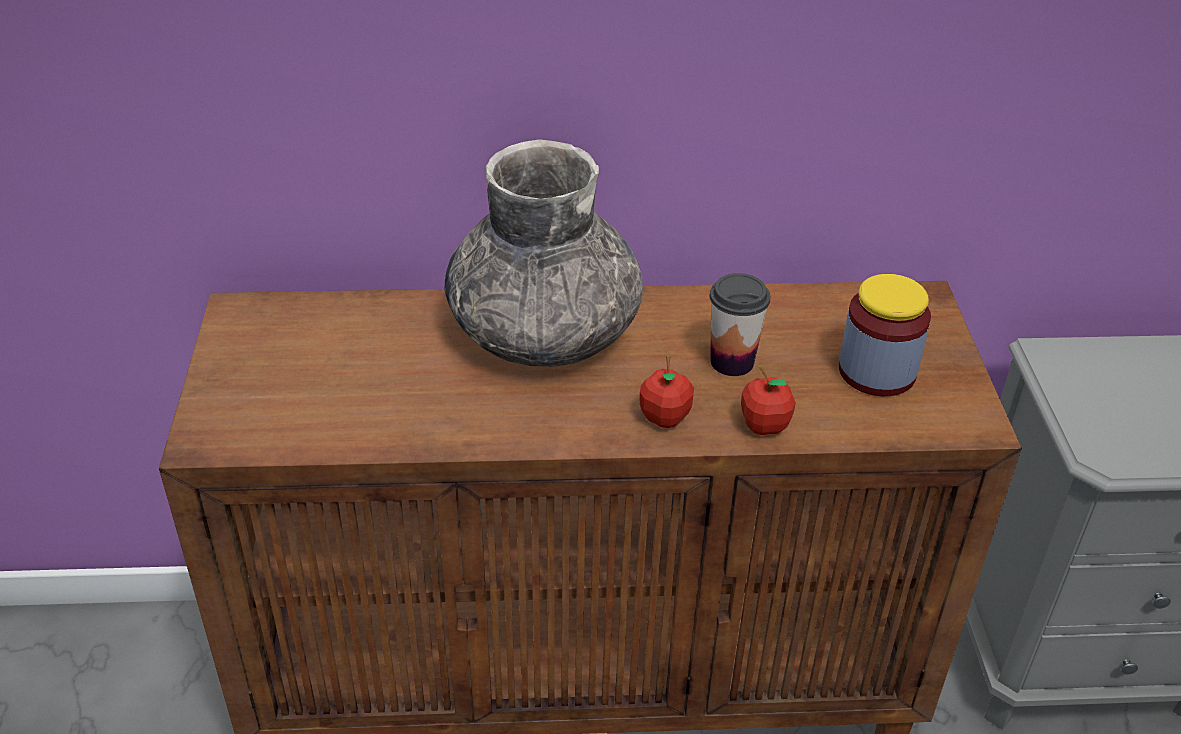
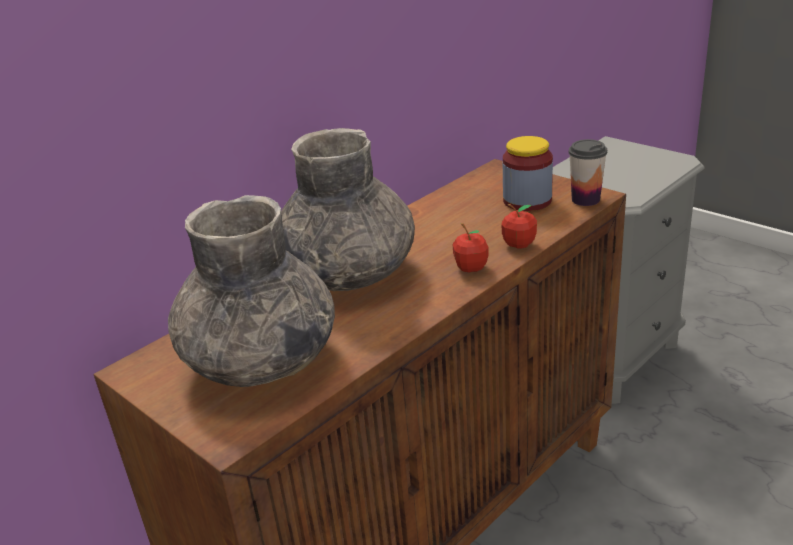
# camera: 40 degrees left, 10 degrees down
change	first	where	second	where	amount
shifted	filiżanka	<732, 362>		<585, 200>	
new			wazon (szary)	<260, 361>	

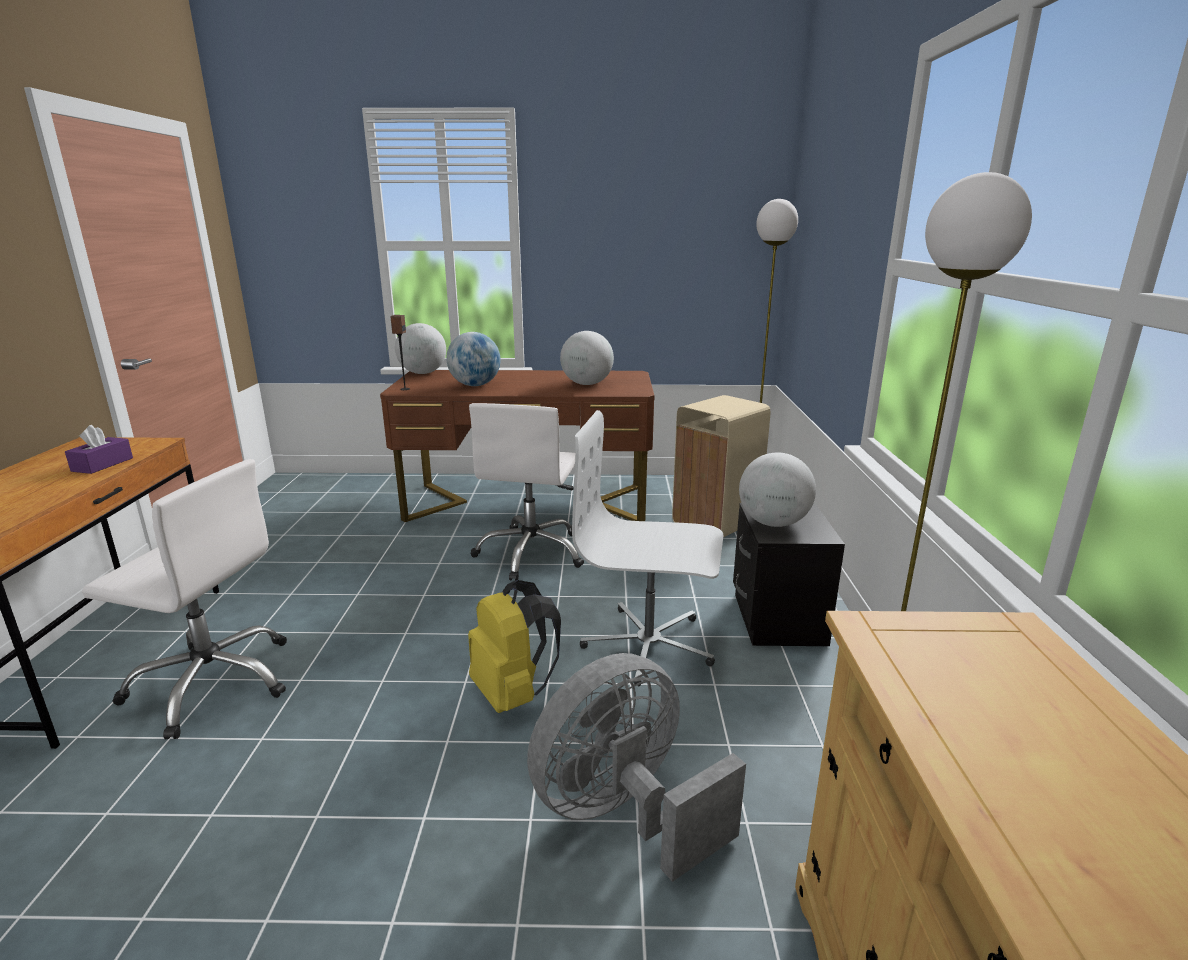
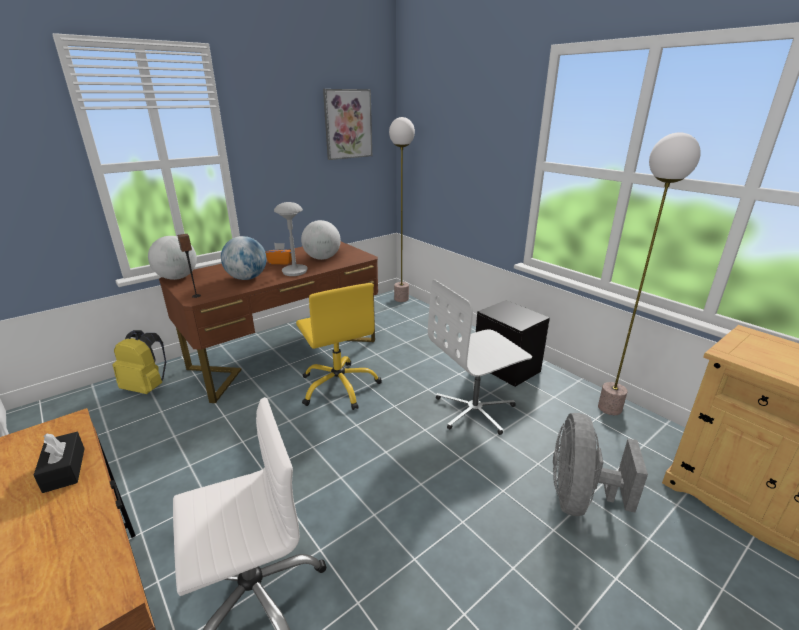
# camera: 40 degrees left, 5 degrees up
change	first	where	second	where	amount
repainted	pudełko chusteczek (fioletowy)	<102, 464>	pudełko chusteczek (czarny)	<64, 469>	
shifted	plecak (żółty)	<513, 694>		<147, 387>	
repainted	krzesło biurowe (biały)	<531, 553>	krzesło biurowe (żółty)	<339, 386>	
gone	kosz na śmieci (beżowy)	<716, 522>			
gone	globus	<773, 523>			
new			pudełko chusteczek (pomarańczowy)	<280, 262>	
new			lampa stołowa (szary)	<294, 271>	
new			obraz	<348, 124>	

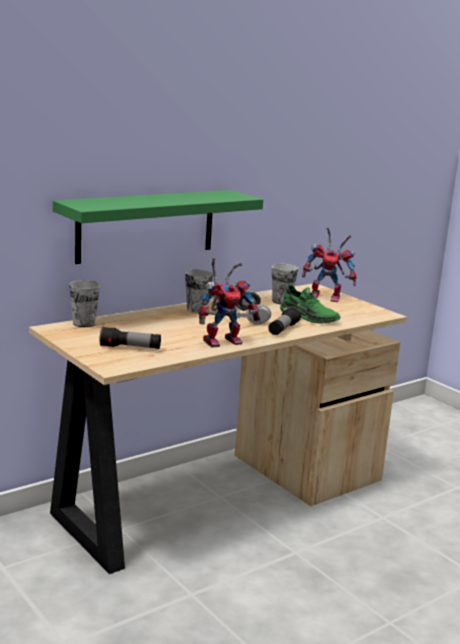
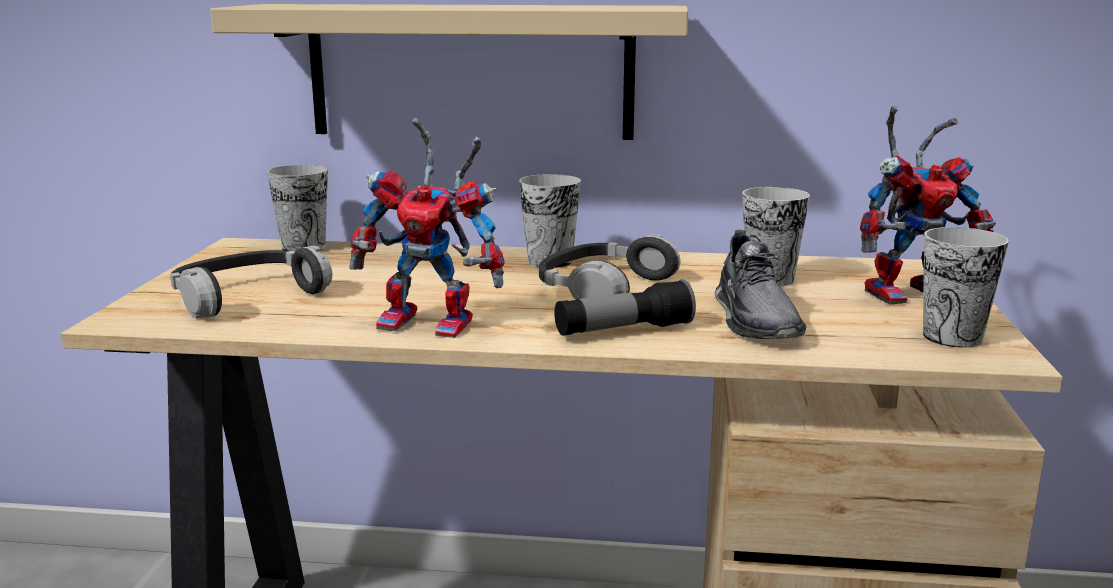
# camera: 45 degrees right, 0 degrees up
change	first	where	second	where	amount
repainted	półka (zielony)	<146, 225>	półka (beżowy)	<470, 71>	
swapped	latarka	<130, 348>	słuchawki	<248, 297>	
repainted	but (zielony)	<308, 317>	but (szary)	<755, 319>	
rotated	robot zabawkowy	<328, 297>		<910, 292>	75 degrees counterclockwise
new			filiżanka	<952, 337>	

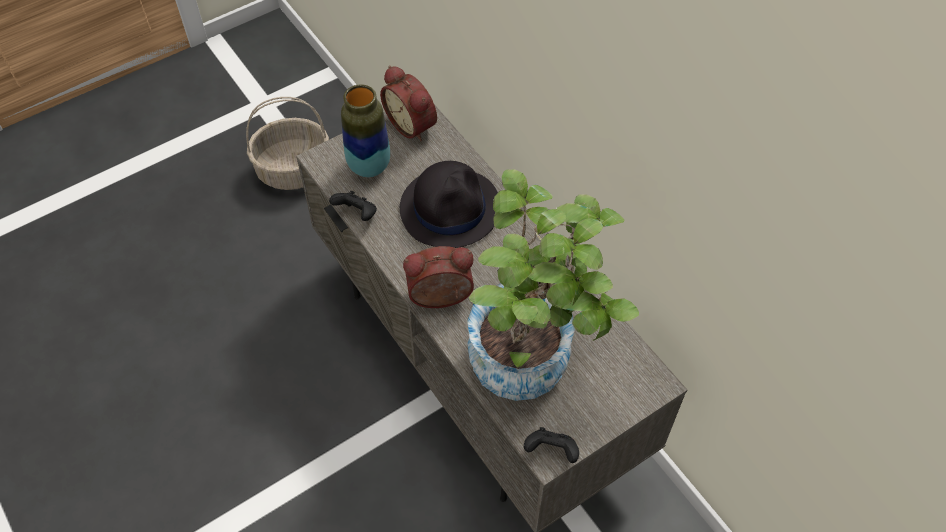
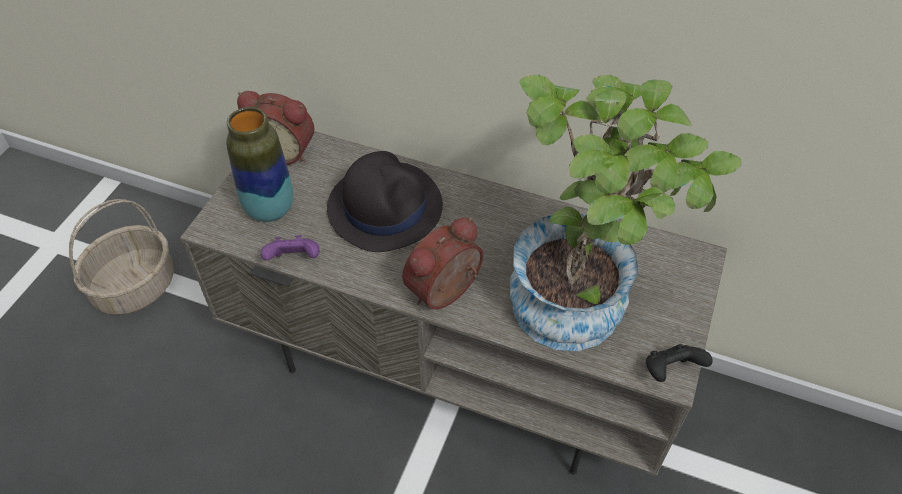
# camera: 35 degrees left, 5 degrees down
change	first	where	second	where	amount
repainted	pad do gier (czarny)	<357, 214>	pad do gier (fioletowy)	<294, 260>	

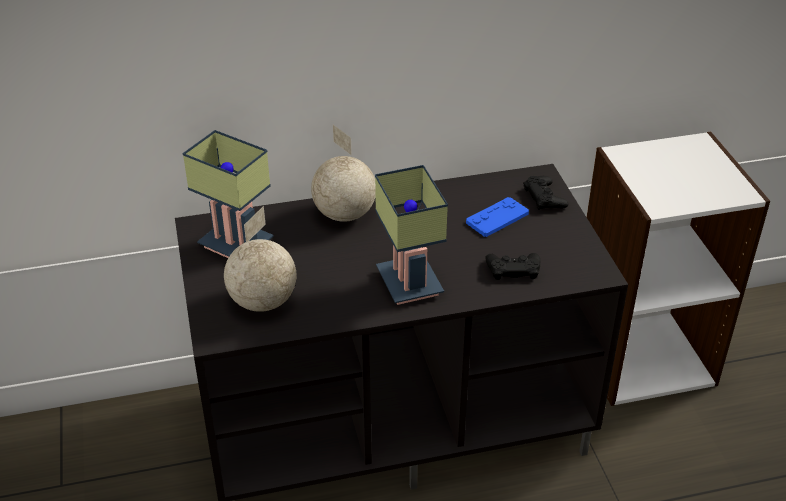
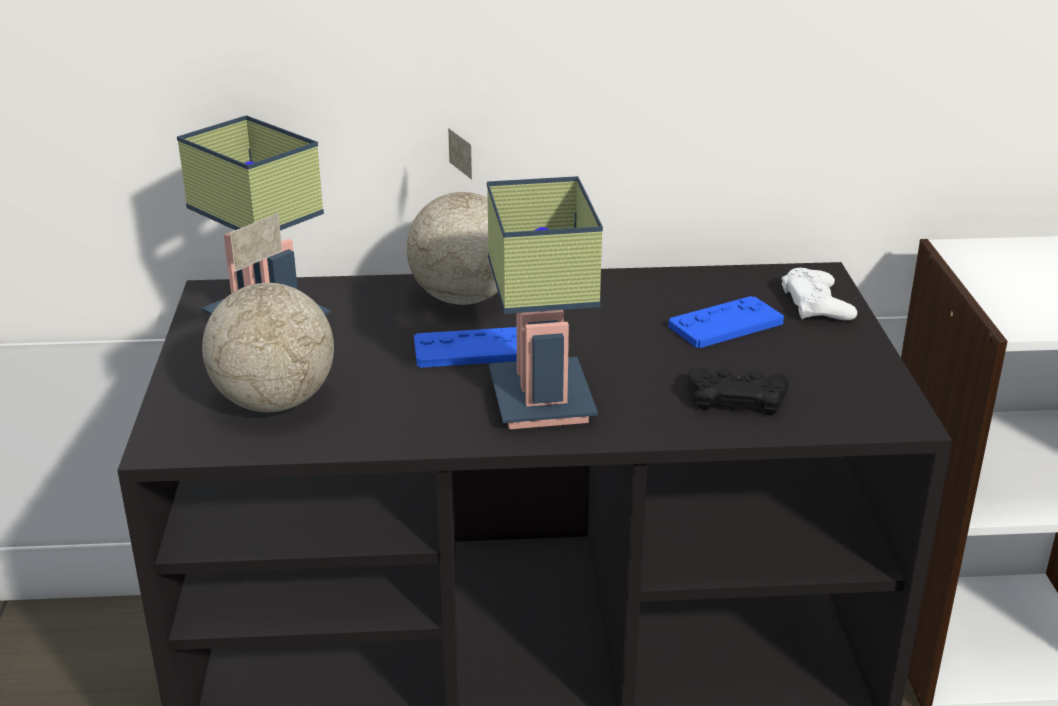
# camera: 10 degrees right, 10 degrees down
change	first	where	second	where	amount
repainted	pad do gier (czarny)	<544, 197>	pad do gier (biały)	<817, 304>	
new			pad do gier (niebieski)	<470, 350>	

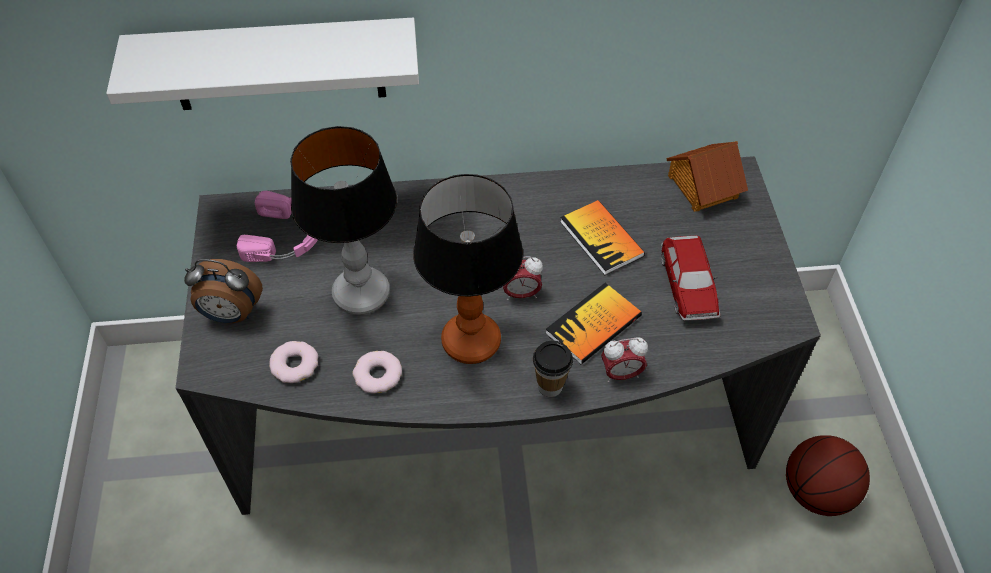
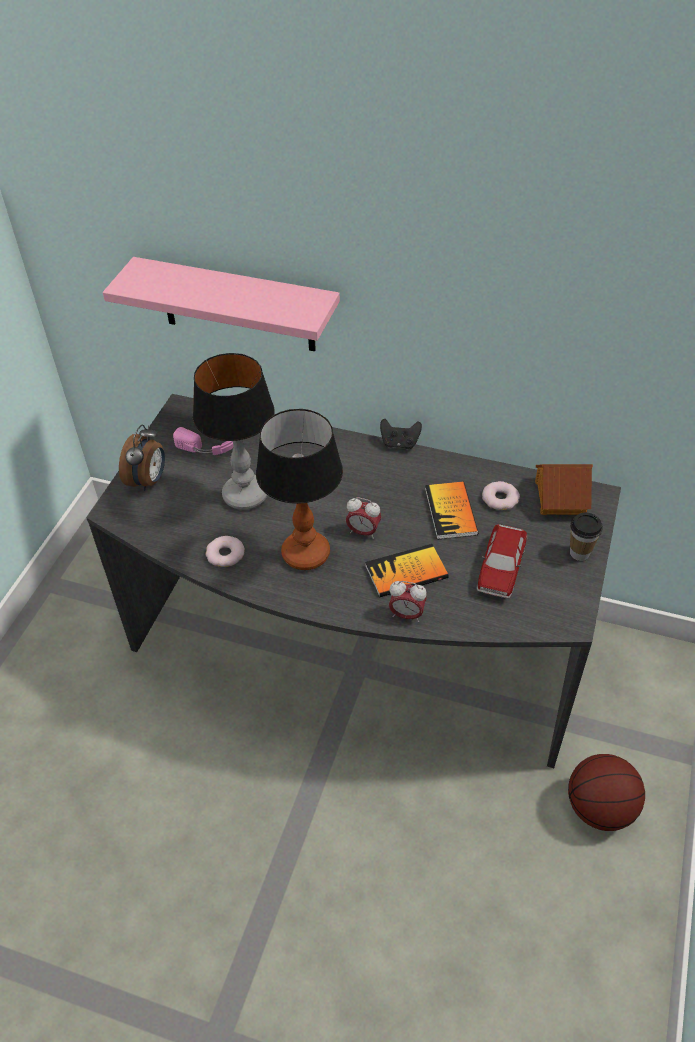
# camera: 25 degrees right, 5 degrees down
change	first	where	second	where	amount
repainted	półka (biały)	<277, 65>	półka (różowy)	<237, 305>	
rotated	budzik	<231, 314>		<148, 480>	105 degrees counterclockwise
shifted	donut	<295, 365>		<500, 499>	
shifted	filiżanka	<550, 386>		<579, 553>	
new			pad do gier (czarny)	<399, 443>	

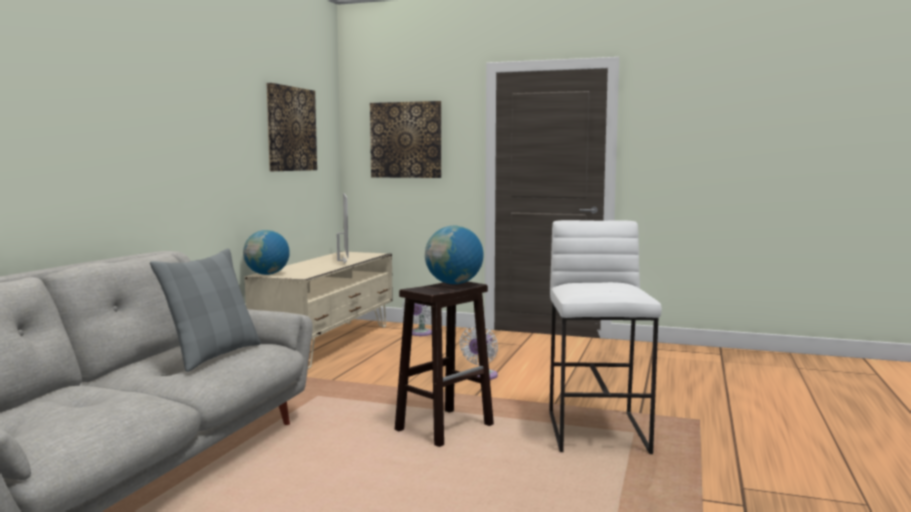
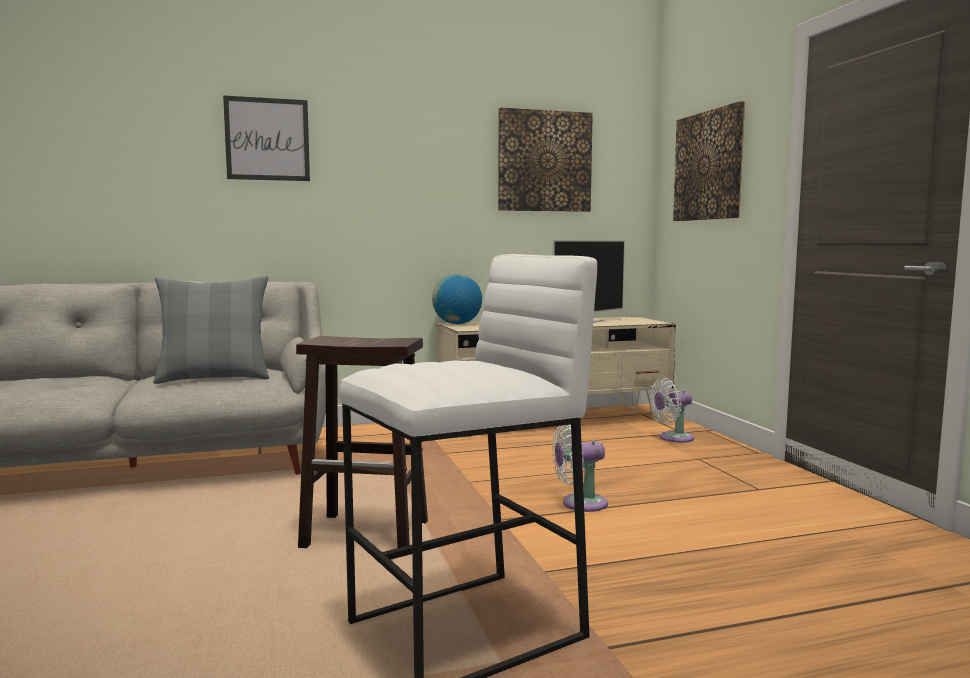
# camera: 55 degrees right, 0 degrees up
change	first	where	second	where	amount
gone	globus	<454, 283>			
new			obraz	<267, 139>	

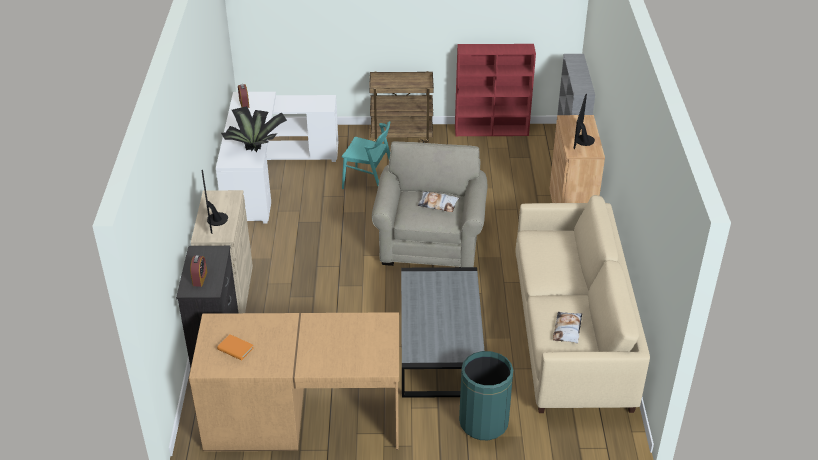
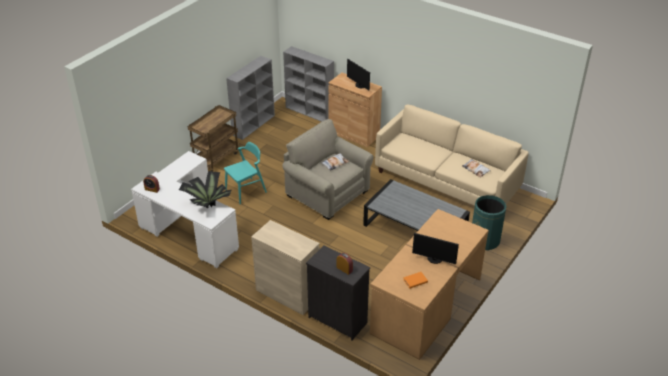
# camera: 55 degrees left, 0 degrees up
change	first	where	second	where	amount
shifted	monitor	<215, 220>		<434, 259>	
repainted	regał (czerwony)	<492, 130>	regał (szary)	<253, 125>	

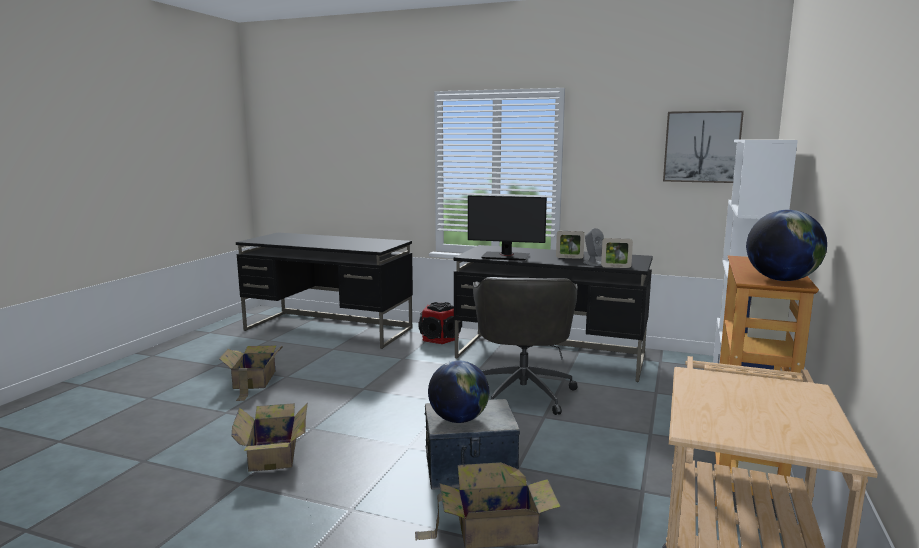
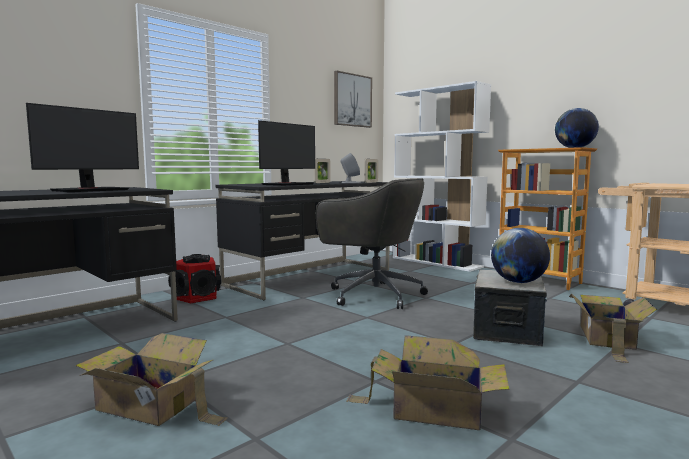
# camera: 65 degrees left, 5 degrees down
change	first	where	second	where	amount
new			monitor	<90, 190>	

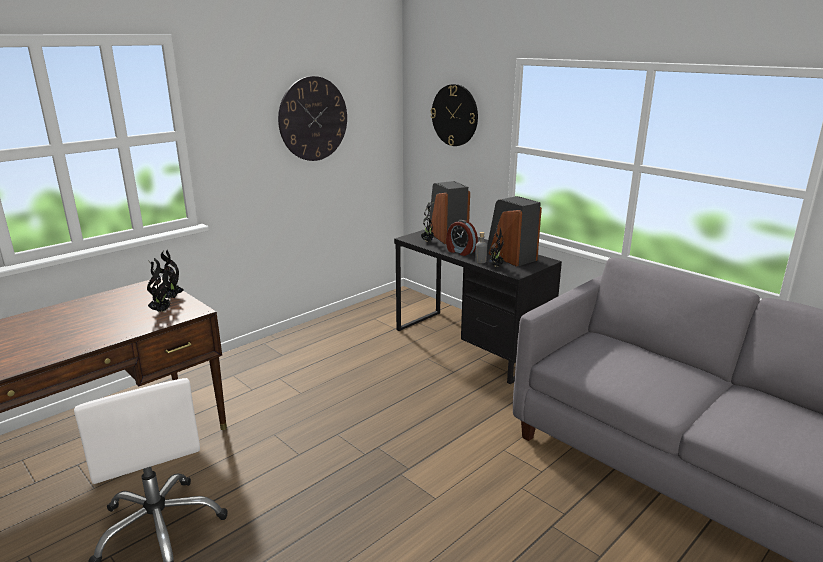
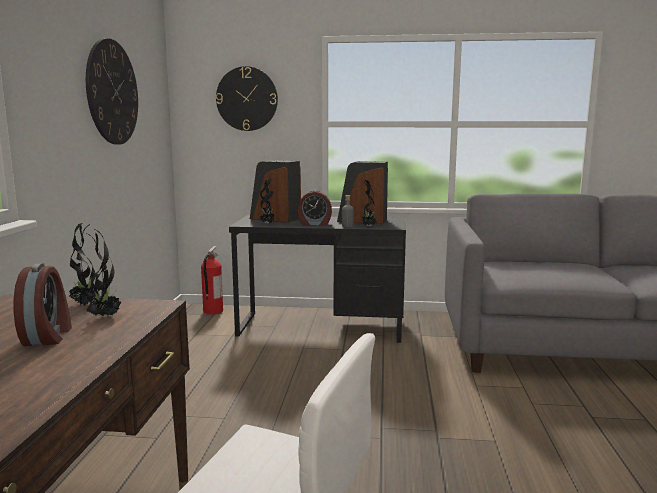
# camera: 40 degrees left, 10 degrees down
change	first	where	second	where	amount
new			budzik	<48, 336>	
new			gaśnica	<212, 311>	

